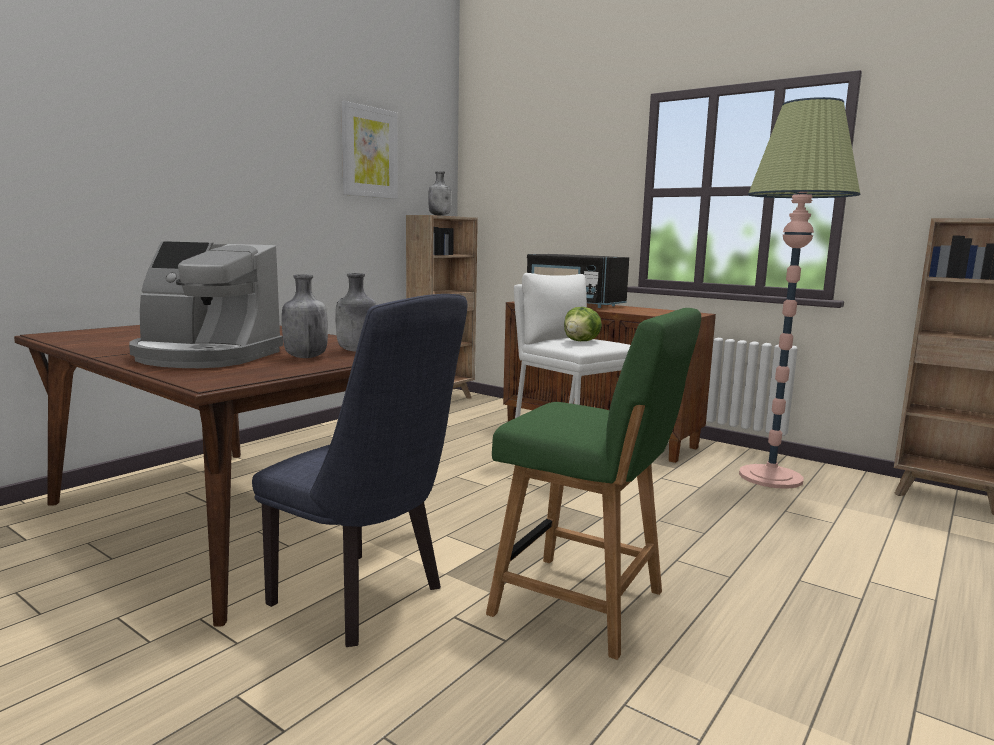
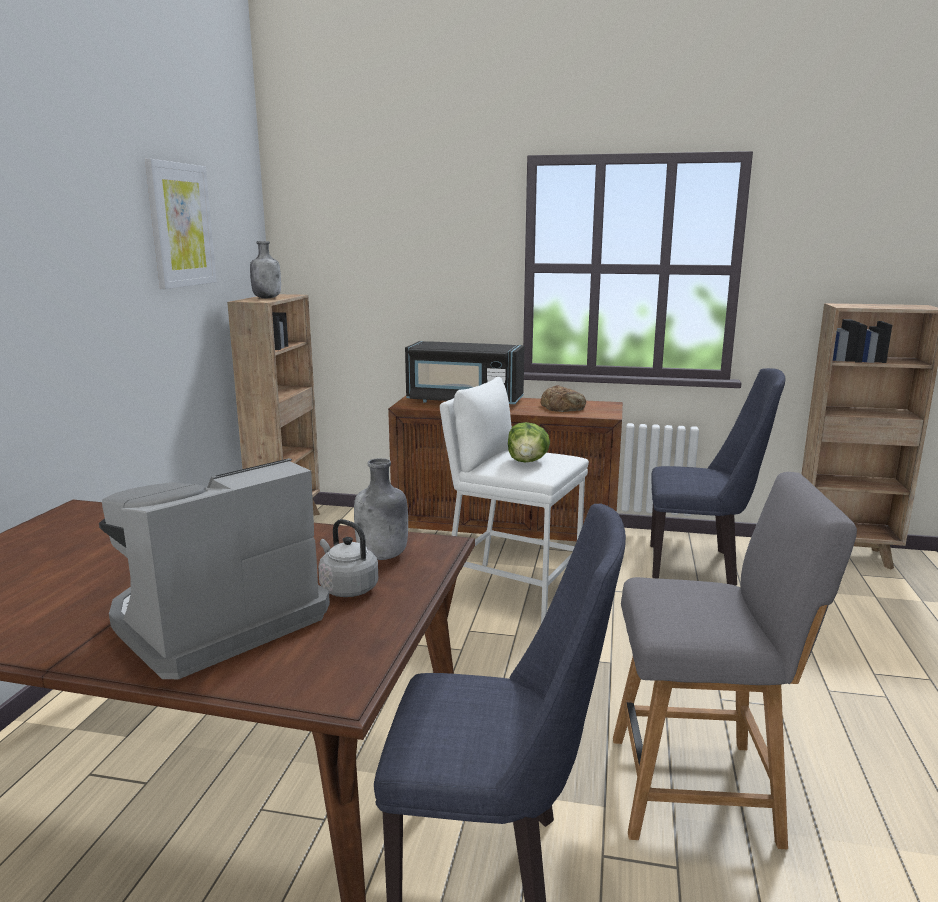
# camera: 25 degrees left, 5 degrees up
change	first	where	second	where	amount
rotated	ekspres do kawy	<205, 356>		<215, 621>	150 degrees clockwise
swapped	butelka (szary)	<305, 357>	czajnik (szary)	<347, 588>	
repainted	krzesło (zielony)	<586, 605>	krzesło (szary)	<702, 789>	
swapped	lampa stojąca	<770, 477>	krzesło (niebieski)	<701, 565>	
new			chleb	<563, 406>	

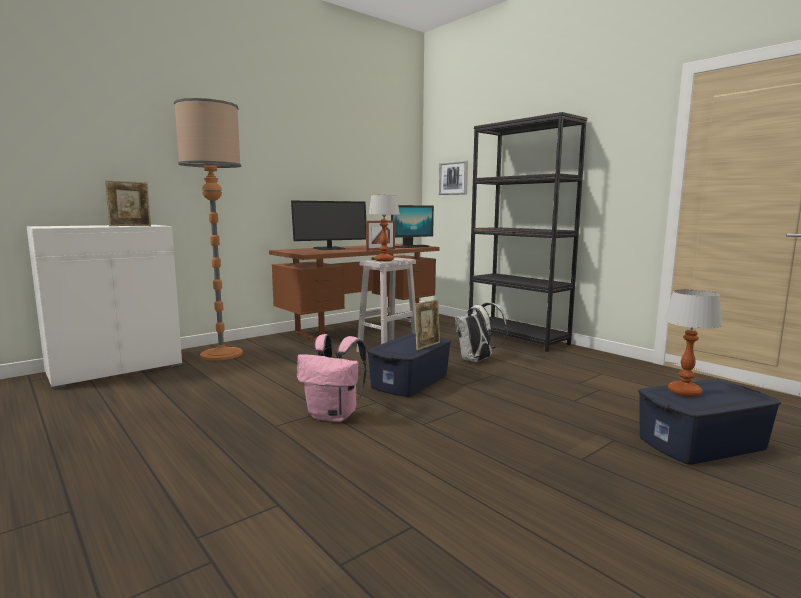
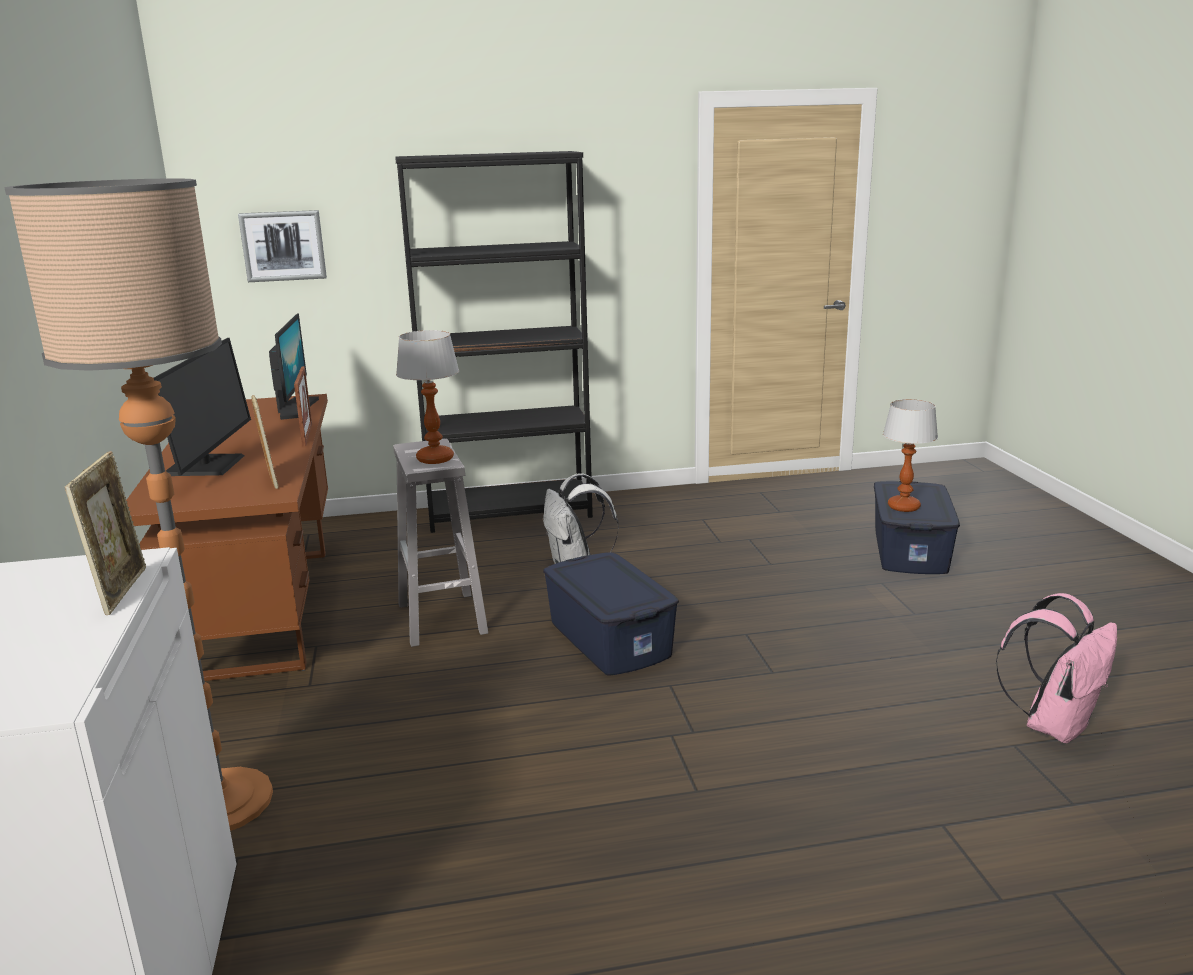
# camera: 60 degrees left, 10 degrees up
change	first	where	second	where	amount
shifted	plecak (różowy)	<334, 416>		<1054, 725>	
shifted	ramka na zdjęcie	<427, 346>		<270, 479>	

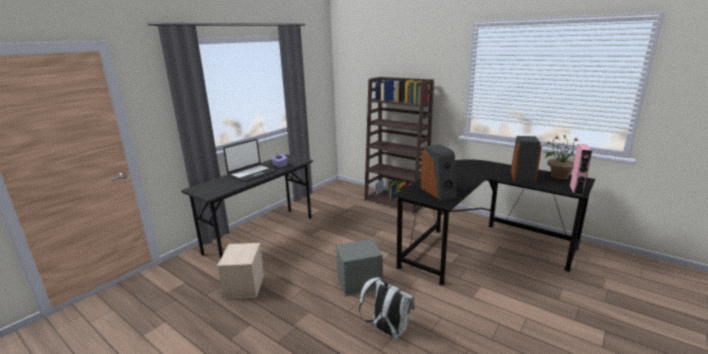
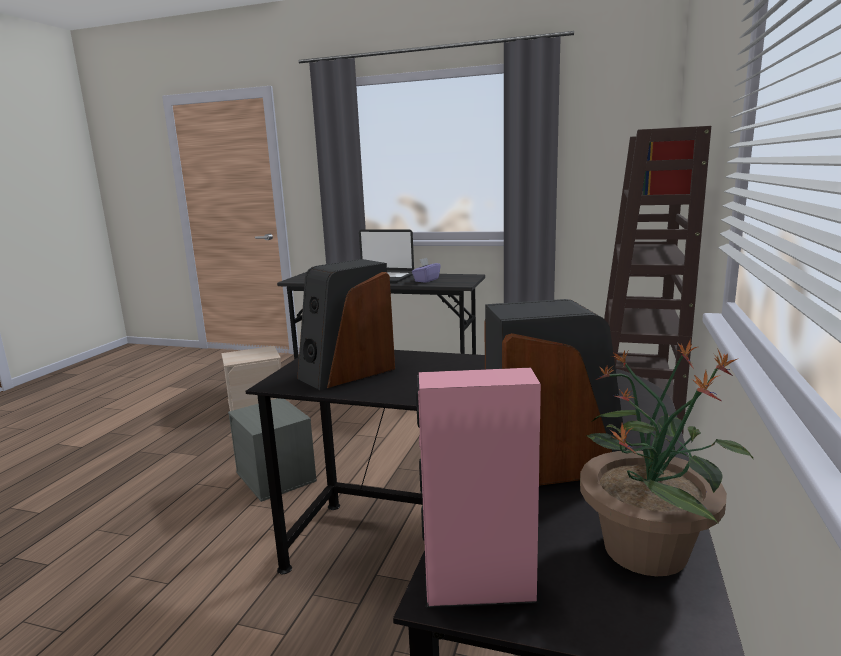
# camera: 70 degrees right, 5 degrees down
change	first	where	second	where	amount
gone	plecak (biały)	<387, 330>			

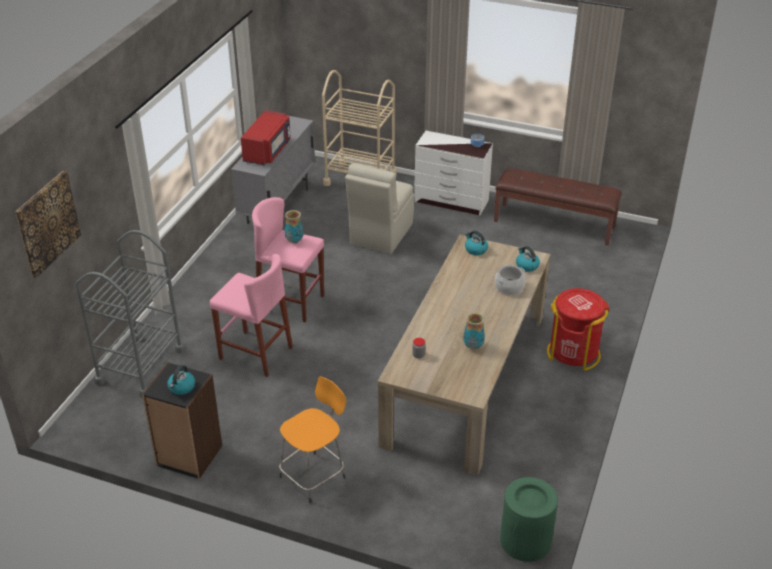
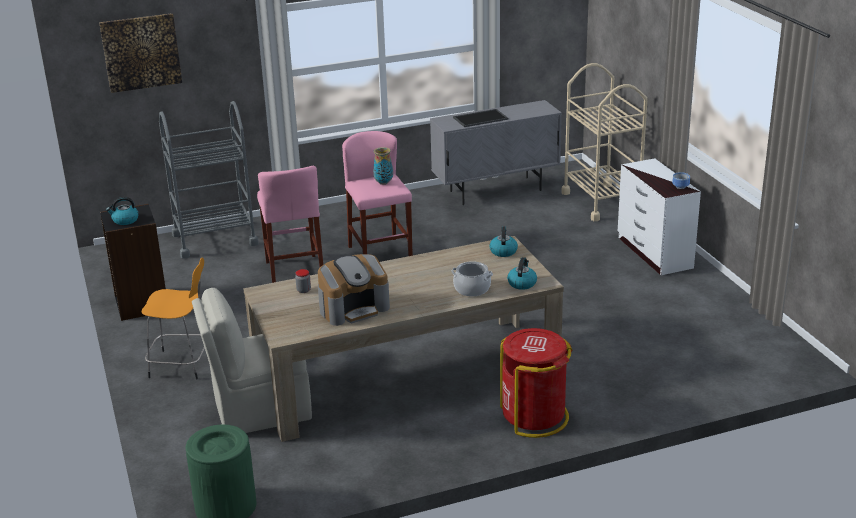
# camera: 50 degrees right, 10 degrees down
change	first	where	second	where	amount
swapped	mikrofalówka (czerwony)	<268, 151>	taca	<480, 118>	
shifted	krzesło (beżowy)	<380, 234>		<259, 410>	
swapped	wazon	<473, 346>	ekspres do kawy	<354, 308>	
gone	ławka (brązowy)	<554, 223>			

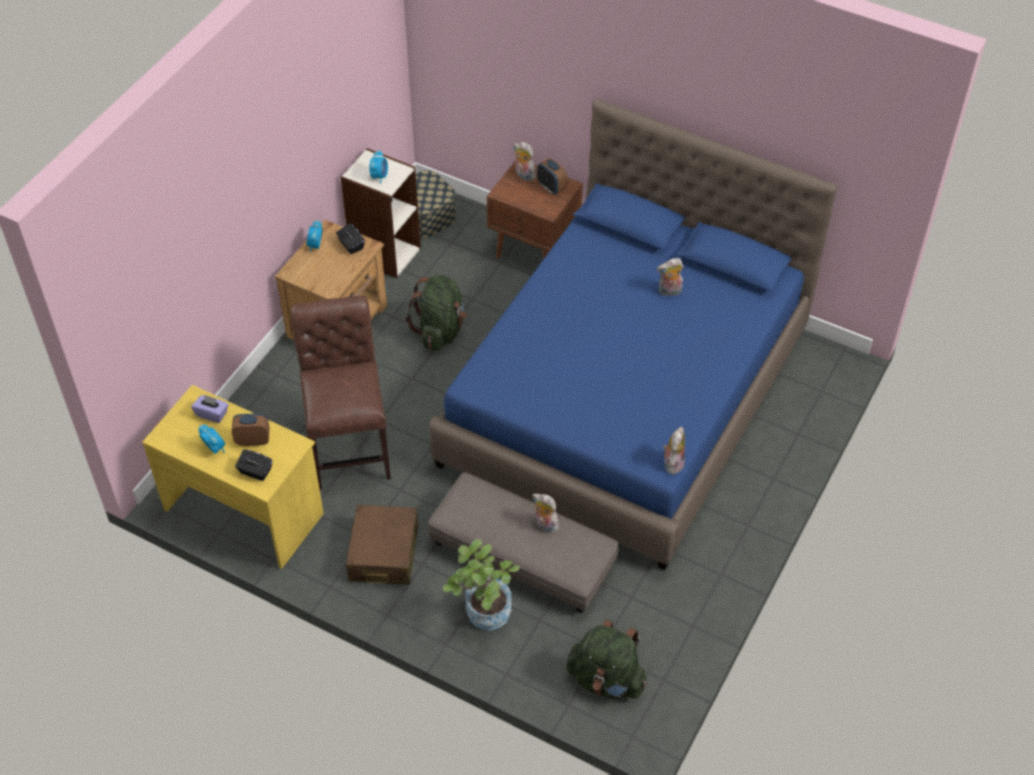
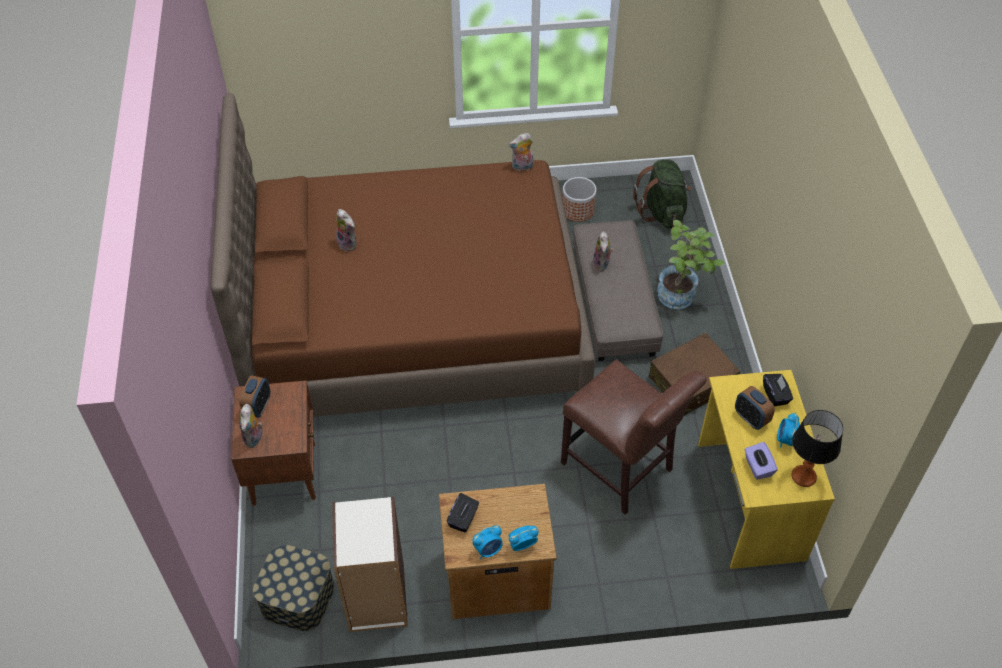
# camera: 125 degrees left, 0 degrees up
change	first	where	second	where	amount
rotated	krzesło (brązowy)	<350, 445>		<621, 470>	90 degrees counterclockwise
shifted	budzik	<379, 176>		<522, 545>	
gone	plecak (zielony)	<440, 330>			
repainted	łóżko (niebieski)	<625, 397>	łóżko (brązowy)	<414, 318>	
new			donica	<578, 210>	
new			lampa stołowa	<803, 476>	

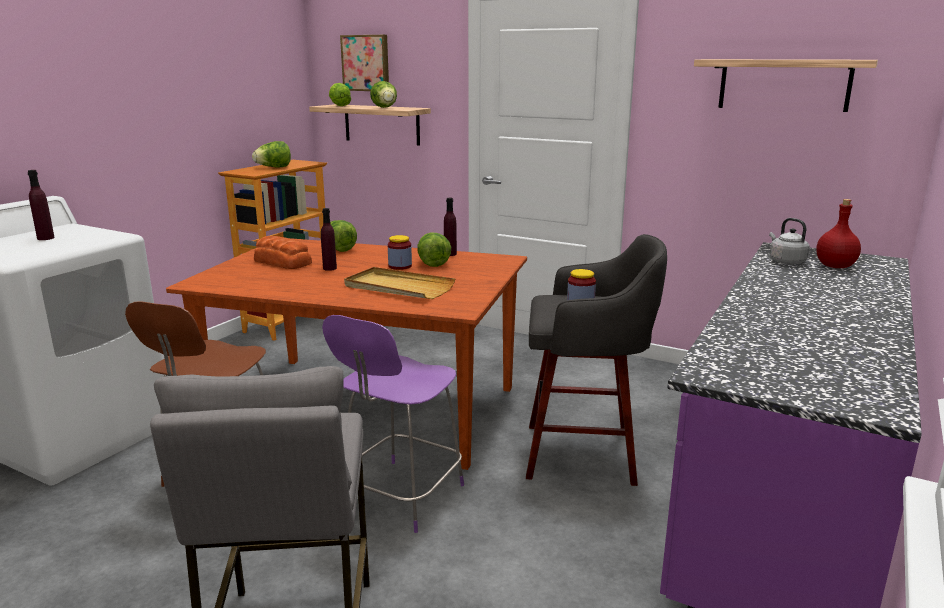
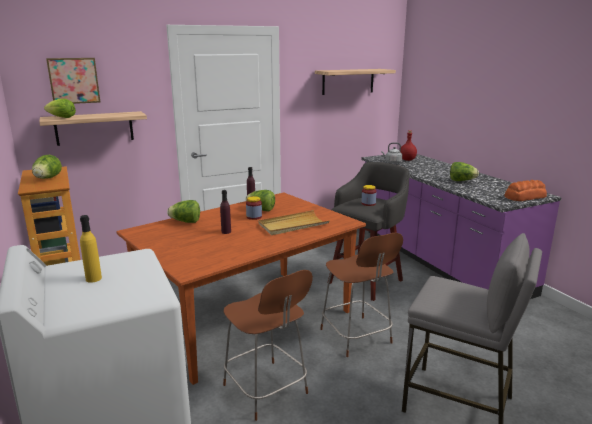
# camera: 55 degrees left, 0 degrees up
change	first	where	second	where	amount
repainted	butelka (fioletowy)	<46, 238>	butelka (żółty)	<93, 279>	
shifted	chleb	<282, 262>		<524, 197>	
repainted	krzesło (fioletowy)	<400, 497>	krzesło (brązowy)	<357, 337>	
shifted	sałata	<385, 107>		<461, 181>	

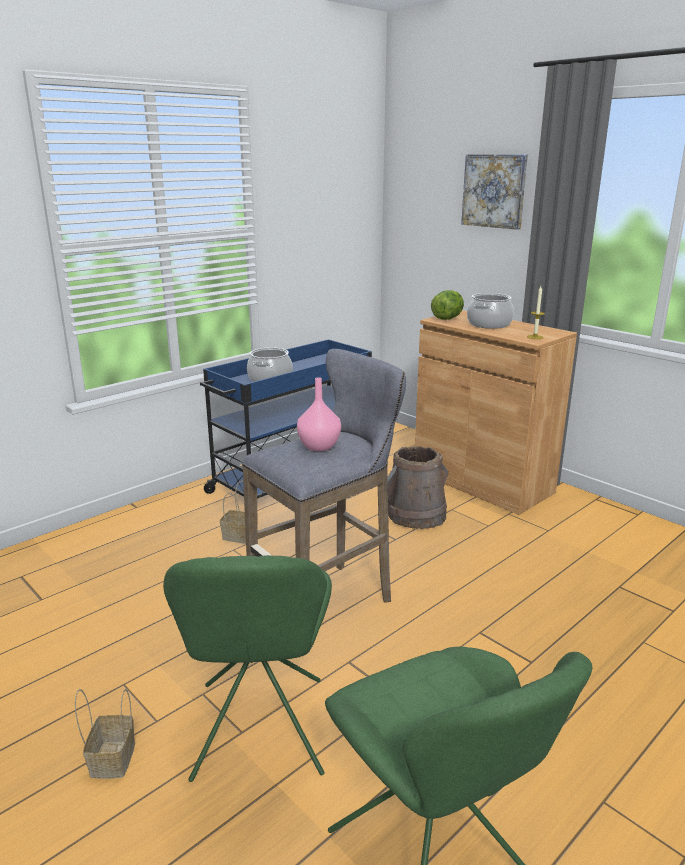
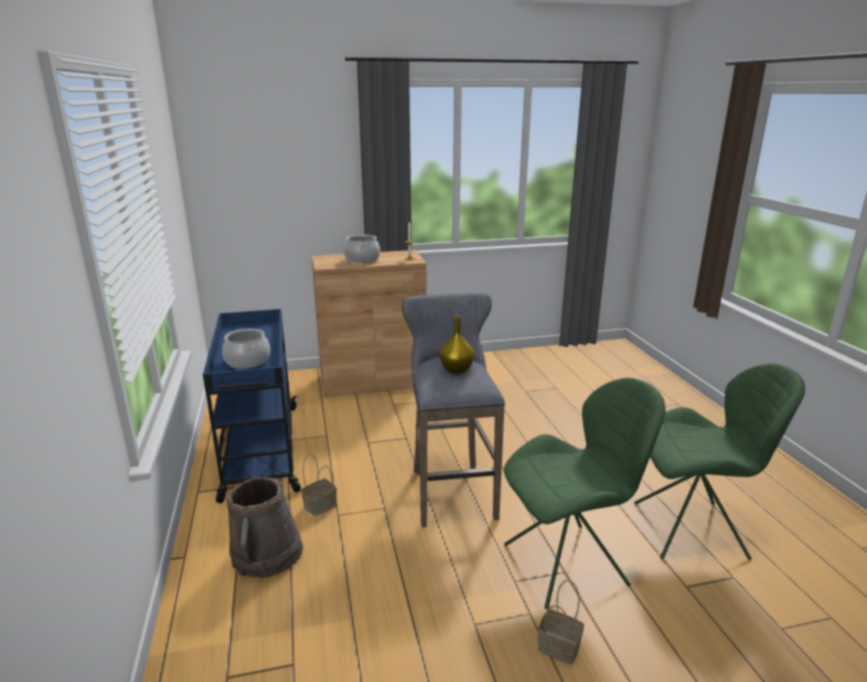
# camera: 60 degrees left, 0 degrees up
change	first	where	second	where	amount
rotated	krzesło (zielony)	<259, 732>		<569, 564>	45 degrees counterclockwise
repainted	wazon (różowy)	<318, 446>	wazon (żółty)	<455, 370>	
shifted	wiadro (brązowy)	<416, 514>		<267, 554>	
gone	sałata	<447, 318>			
gone	obraz	<494, 191>			

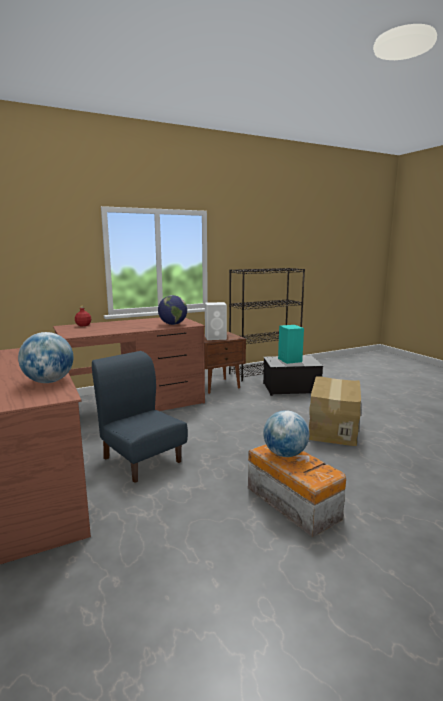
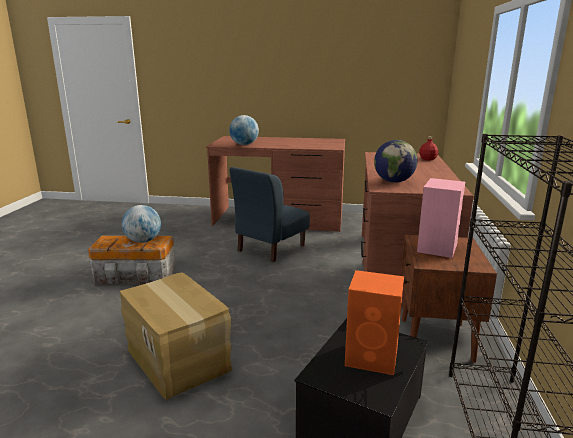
# camera: 125 degrees right, 5 degrees up
change	first	where	second	where	amount
rotated	krzesło (niebieski)	<142, 459>		<270, 248>	135 degrees clockwise
repainted	głośnik (biały)	<216, 338>	głośnik (różowy)	<437, 248>	
repainted	głośnik (turkusowy)	<289, 360>	głośnik (pomarańczowy)	<373, 358>	

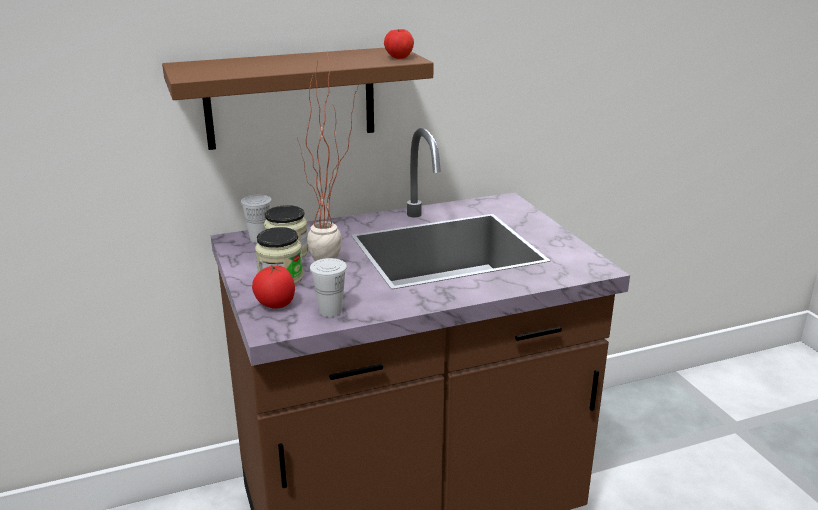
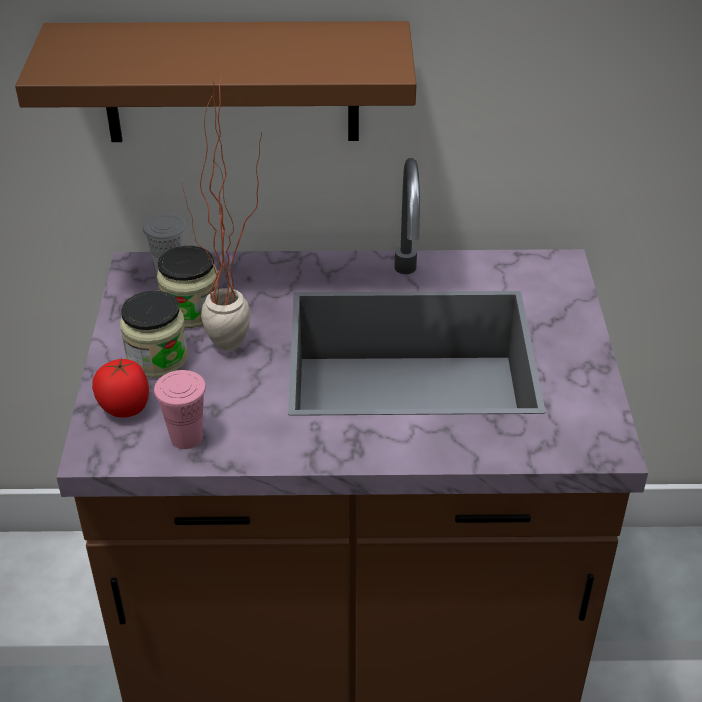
# camera: 20 degrees right, 15 degrees up
change	first	where	second	where	amount
repainted	filiżanka (biały)	<330, 311>	filiżanka (różowy)	<186, 438>	
gone	jabłko	<399, 57>			

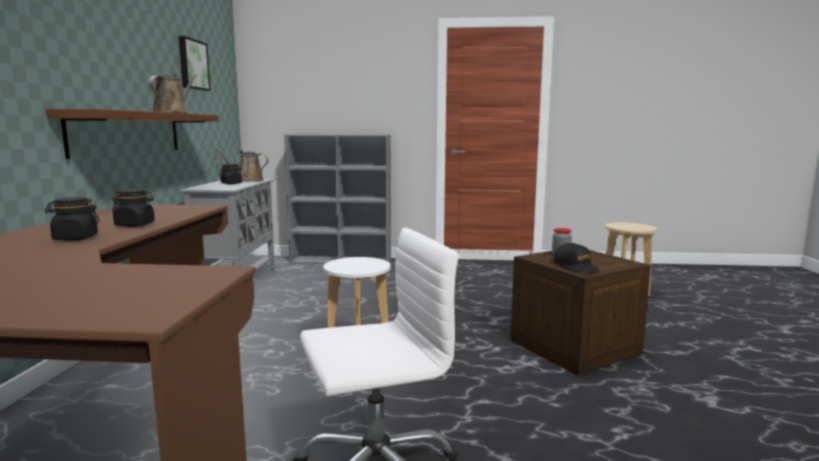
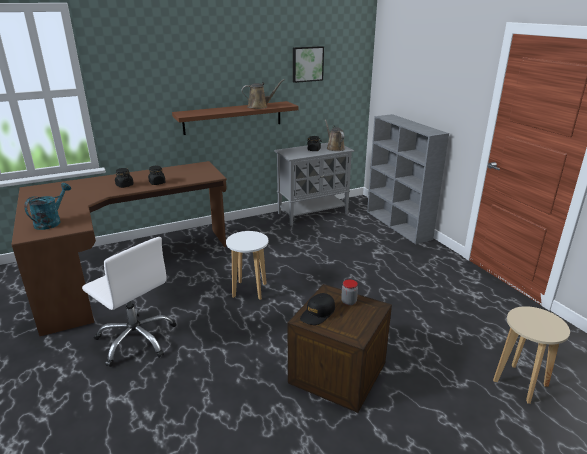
# camera: 60 degrees right, 15 degrees up
change	first	where	second	where	amount
new			konewka (turkusowy)	<51, 222>	

